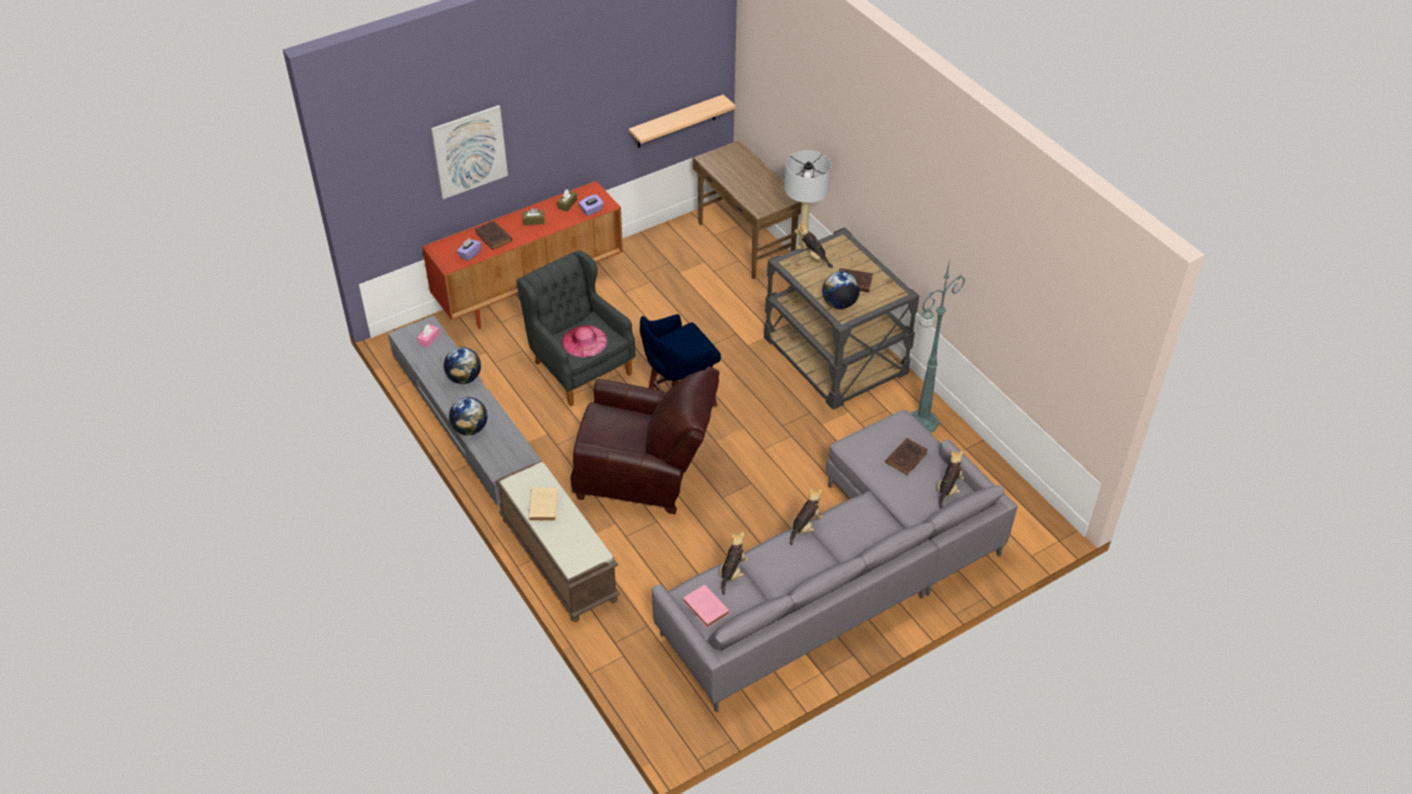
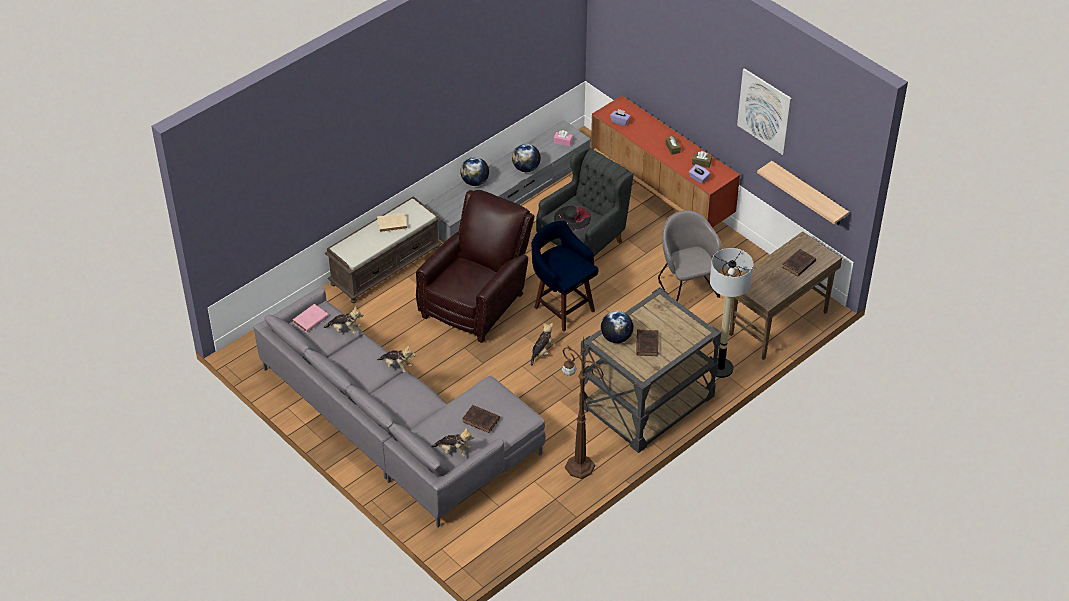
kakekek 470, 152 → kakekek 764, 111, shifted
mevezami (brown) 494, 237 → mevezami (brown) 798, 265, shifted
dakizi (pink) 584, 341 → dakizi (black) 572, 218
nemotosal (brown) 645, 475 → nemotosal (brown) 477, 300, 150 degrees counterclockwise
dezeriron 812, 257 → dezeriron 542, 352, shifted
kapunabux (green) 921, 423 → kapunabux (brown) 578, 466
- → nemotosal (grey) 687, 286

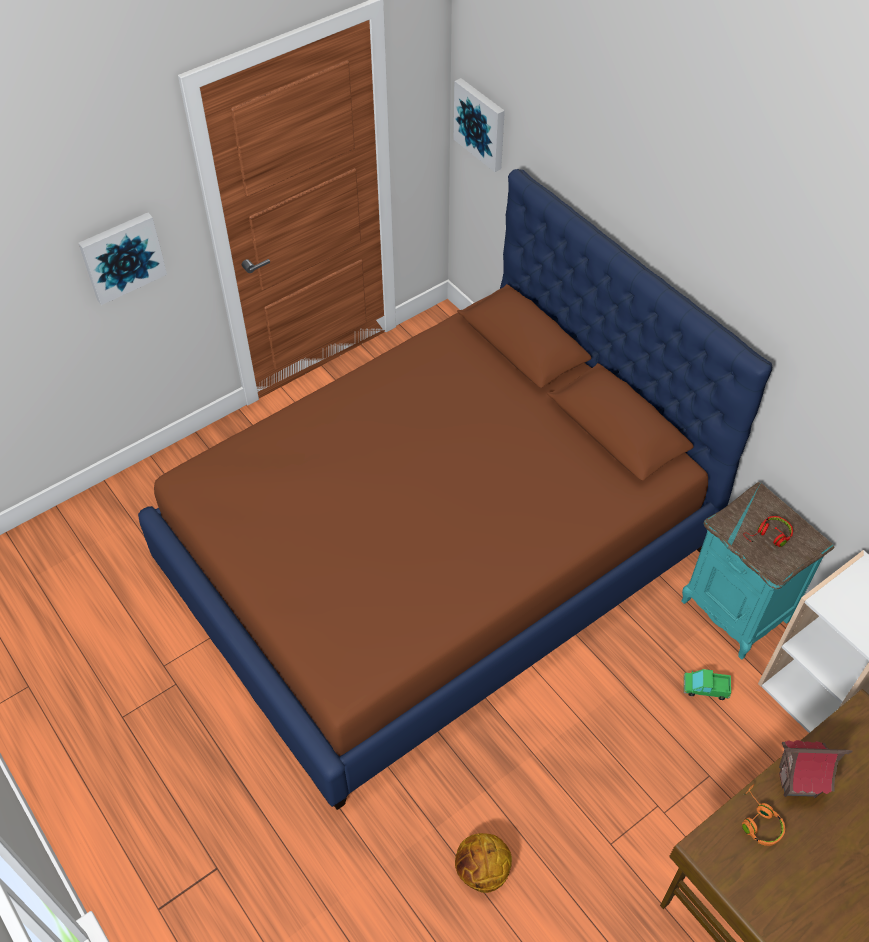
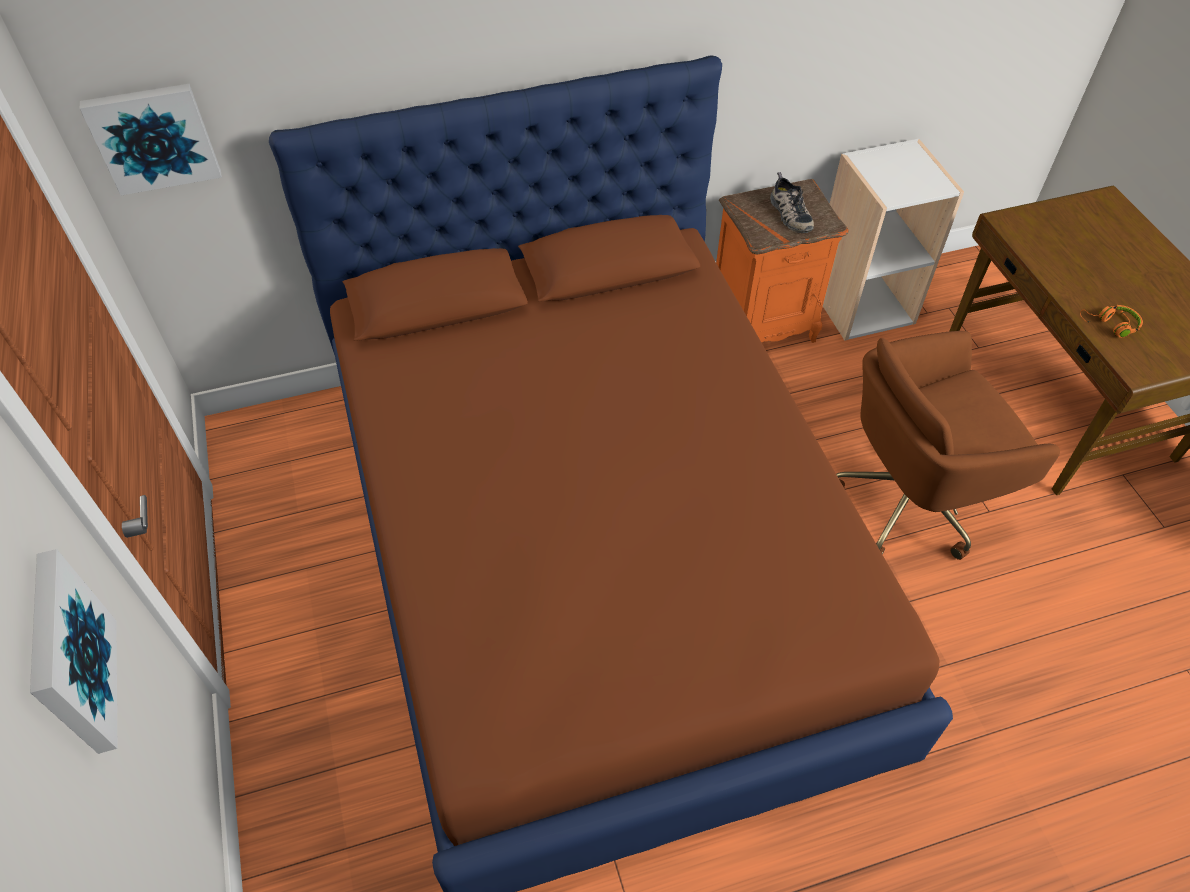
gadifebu 482, 871 → -
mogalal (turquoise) 734, 612 → mogalal (orange) 763, 327
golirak 705, 688 → -
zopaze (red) 769, 536 → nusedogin 789, 213
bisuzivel 797, 782 → -
- → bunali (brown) 910, 505

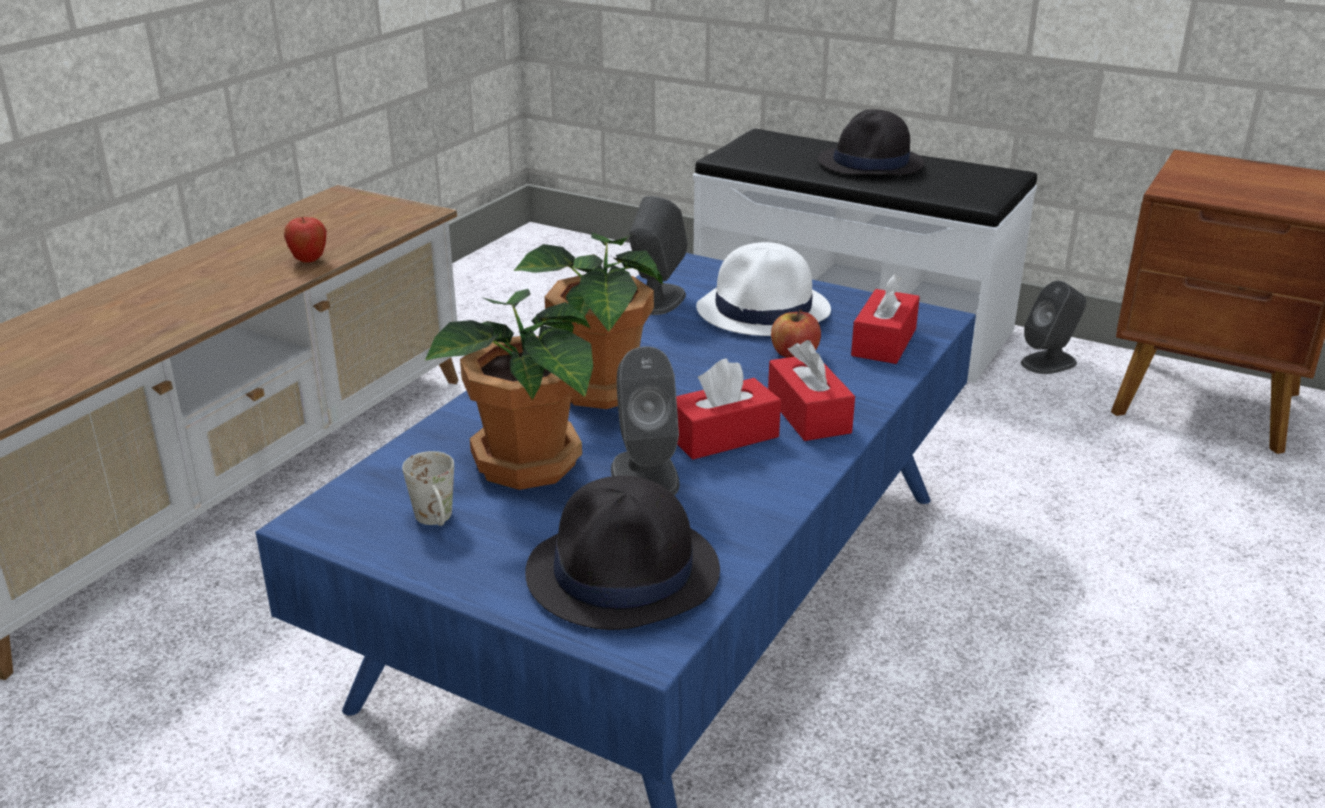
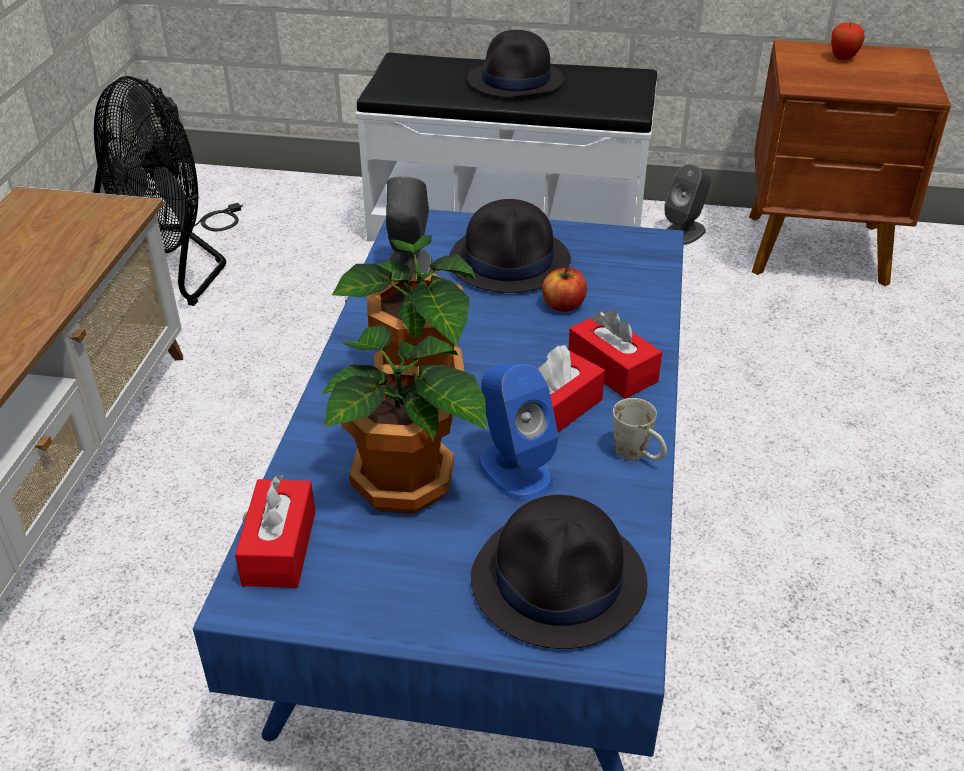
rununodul 309, 260 → rununodul 843, 58, shifted
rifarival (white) 437, 521 → rifarival (white) 638, 455, shifted
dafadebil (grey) 644, 475 → dafadebil (blue) 514, 469
dakizi (white) 764, 310 → dakizi (black) 510, 261
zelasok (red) 884, 342 → zelasok (red) 279, 547, shifted
- → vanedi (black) 178, 253

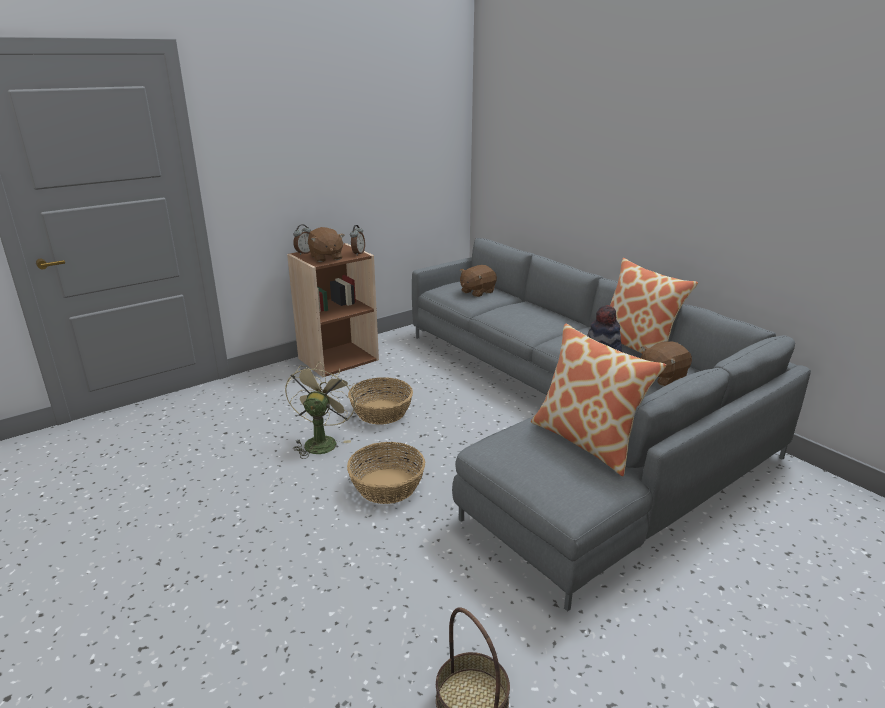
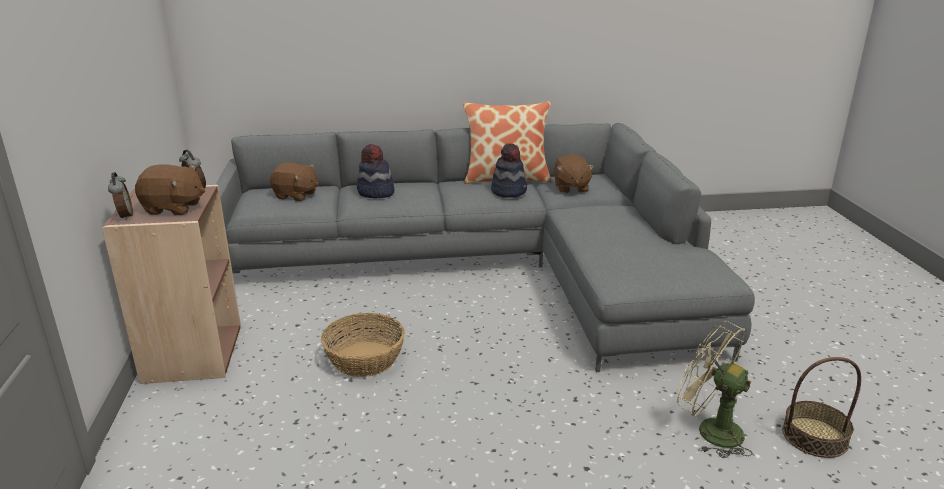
vanedi (beige) 321, 441 → vanedi (beige) 710, 430, shifted
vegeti 387, 485 → -
dezeriron (brown) 477, 292 → dezeriron (brown) 296, 195, 60 degrees counterclockwise
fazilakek 587, 441 → -
- → dakizi 375, 193

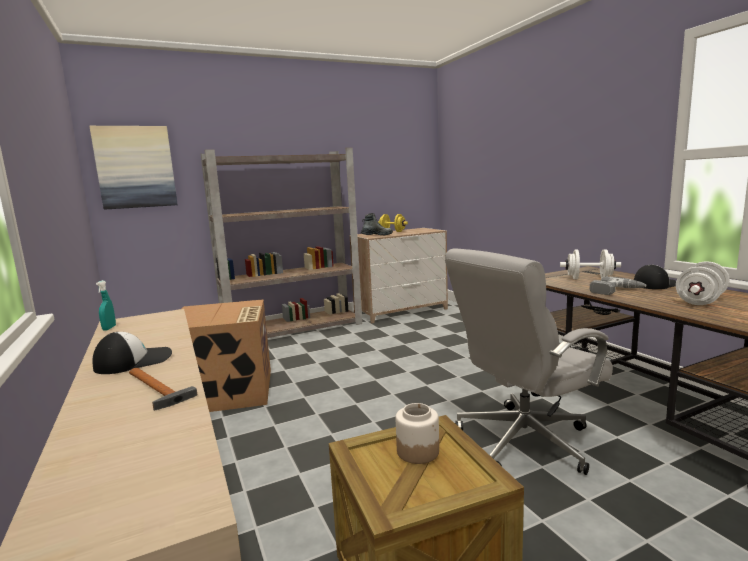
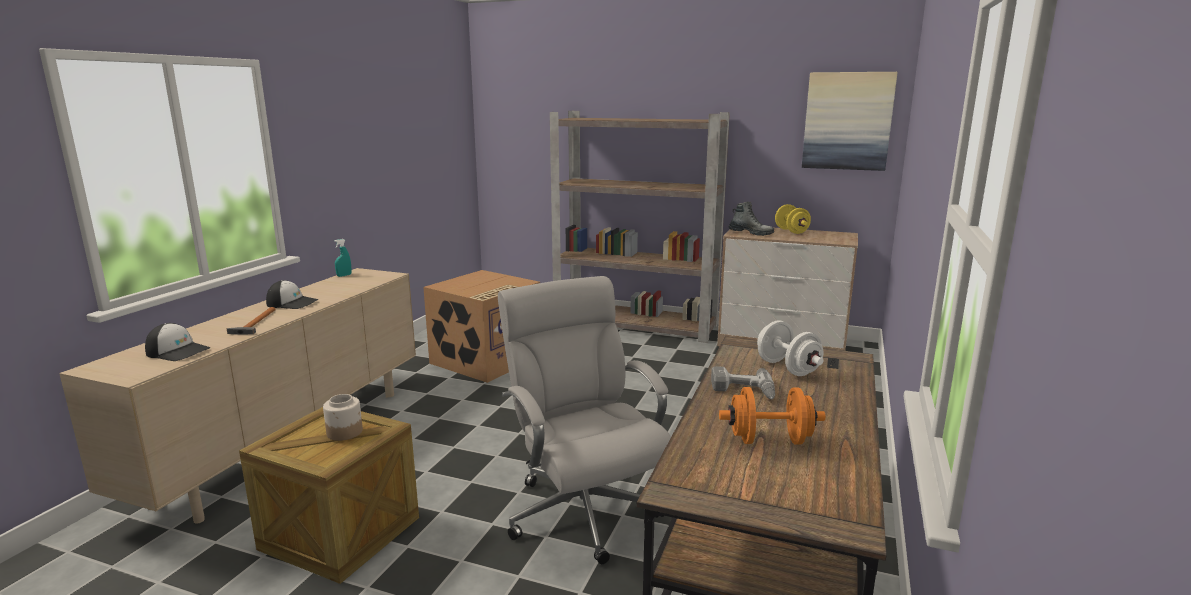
kakekek 135, 167 → kakekek 847, 121, shifted
bunali (grey) 524, 440 → bunali (grey) 583, 513, 45 degrees clockwise
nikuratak 655, 284 → nikuratak 178, 351, shifted
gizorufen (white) 700, 301 → gizorufen (orange) 769, 440

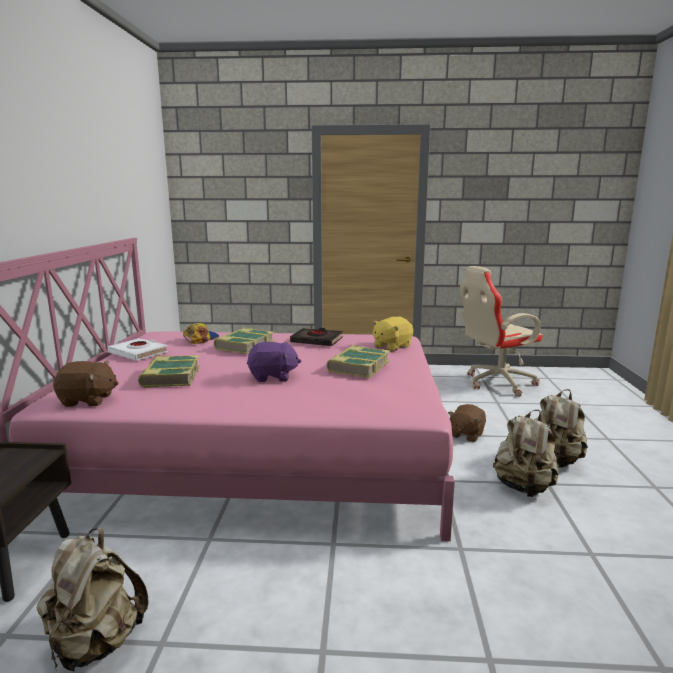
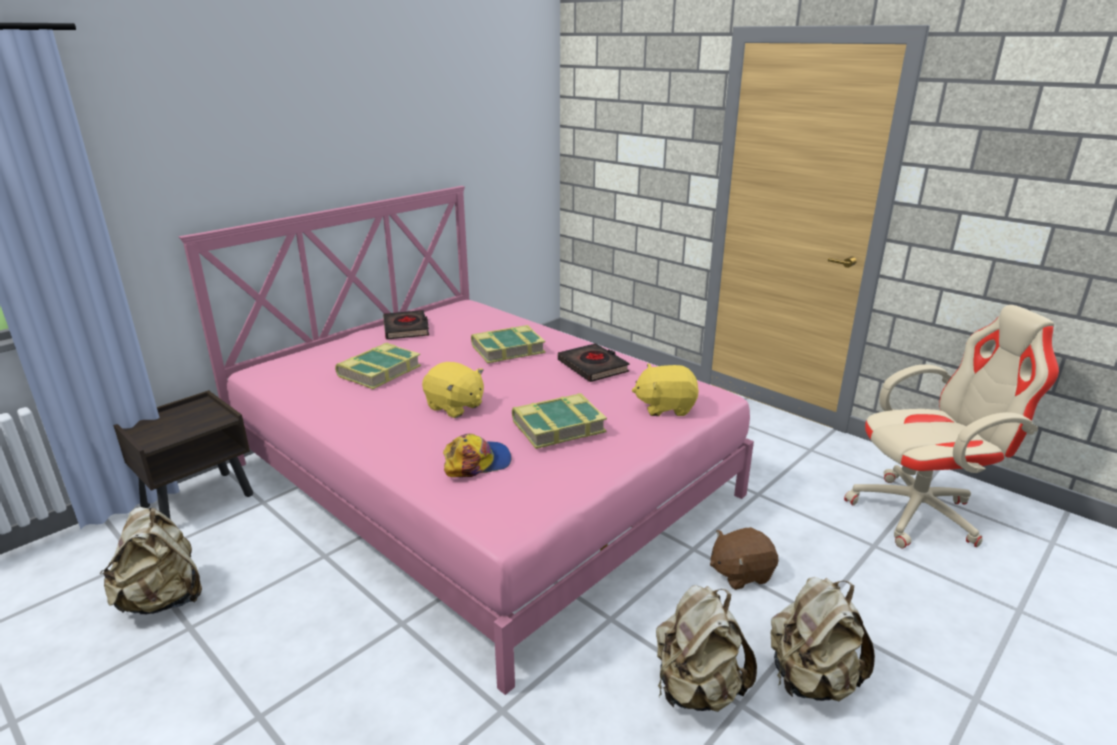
dezeriron (brown) 88, 400 → -
mevezami (white) 138, 353 → mevezami (black) 406, 329
nikuratak 200, 339 → nikuratak 477, 462, shifted
dezeriron (purple) 273, 377 → dezeriron (yellow) 455, 406
bunali (beige) 495, 384 → bunali (beige) 923, 513, 150 degrees clockwise

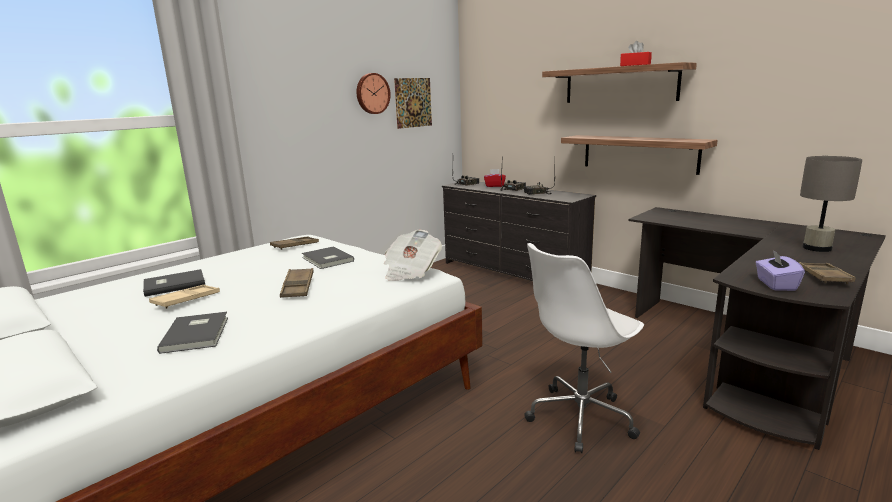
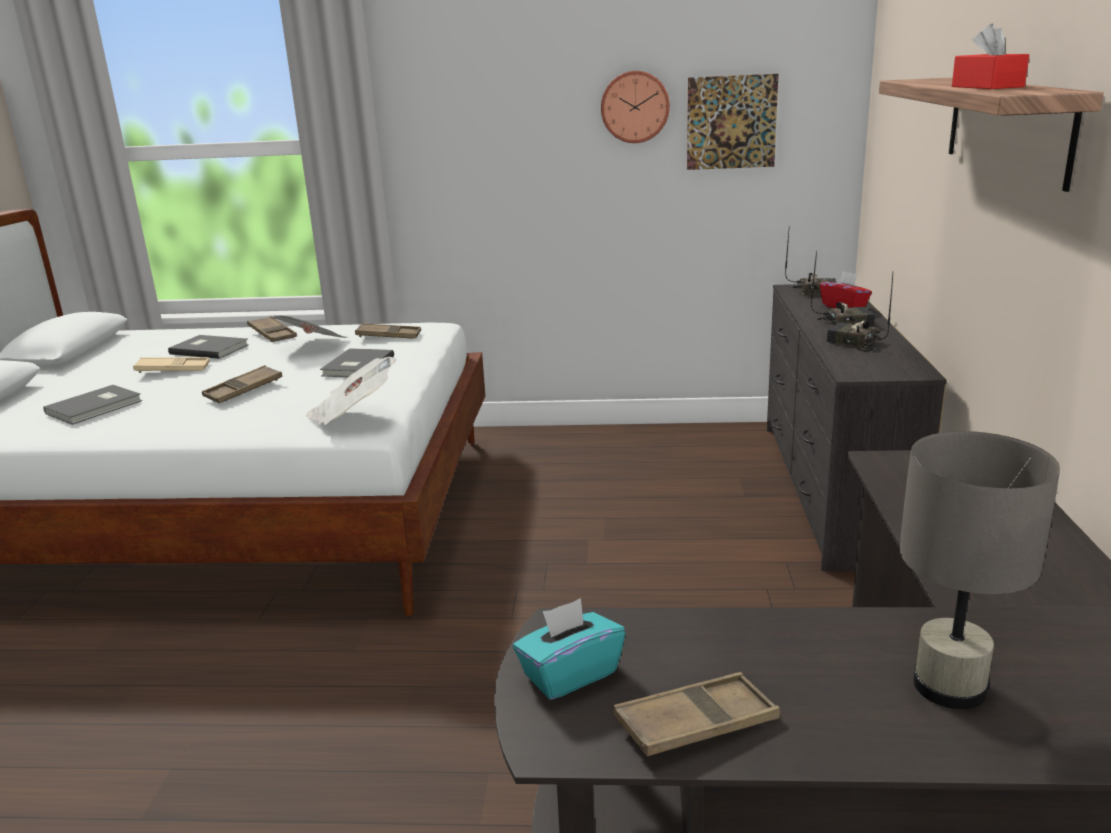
bunali (white) 578, 420 → -
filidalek 639, 153 → -
zelasok (purple) 775, 284 → zelasok (turquoise) 569, 674
- → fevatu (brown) 272, 334
- → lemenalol 314, 345

